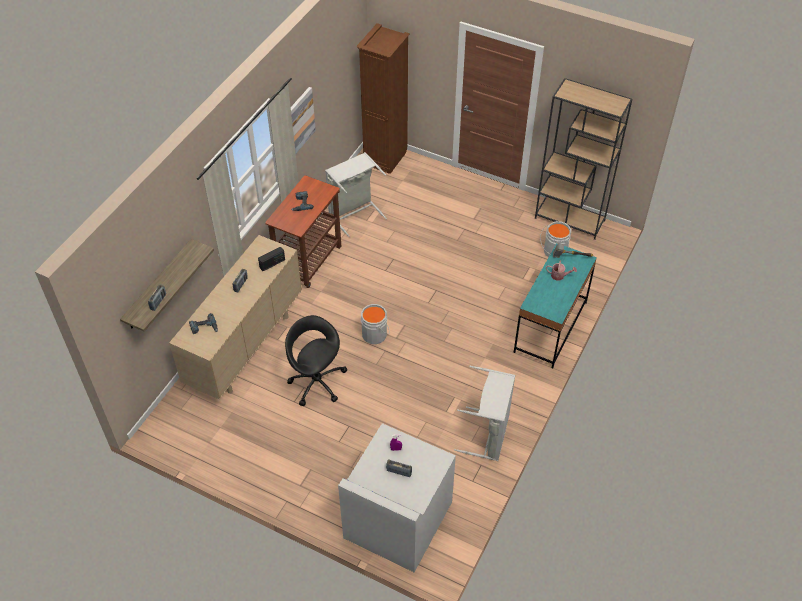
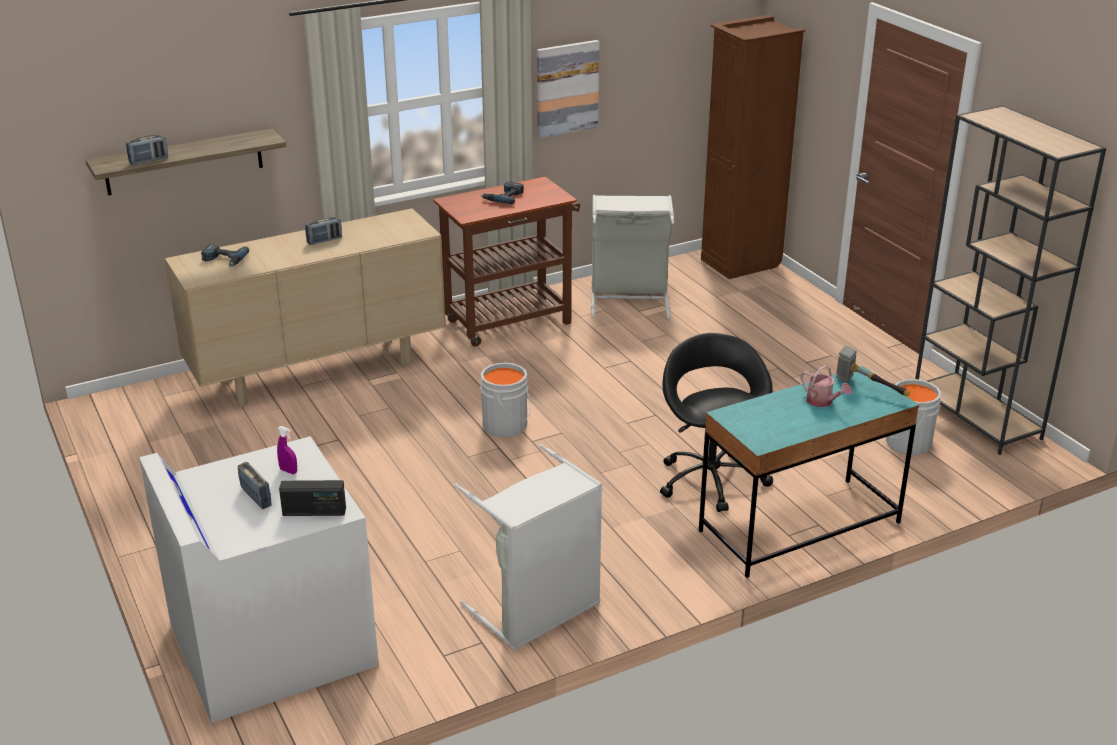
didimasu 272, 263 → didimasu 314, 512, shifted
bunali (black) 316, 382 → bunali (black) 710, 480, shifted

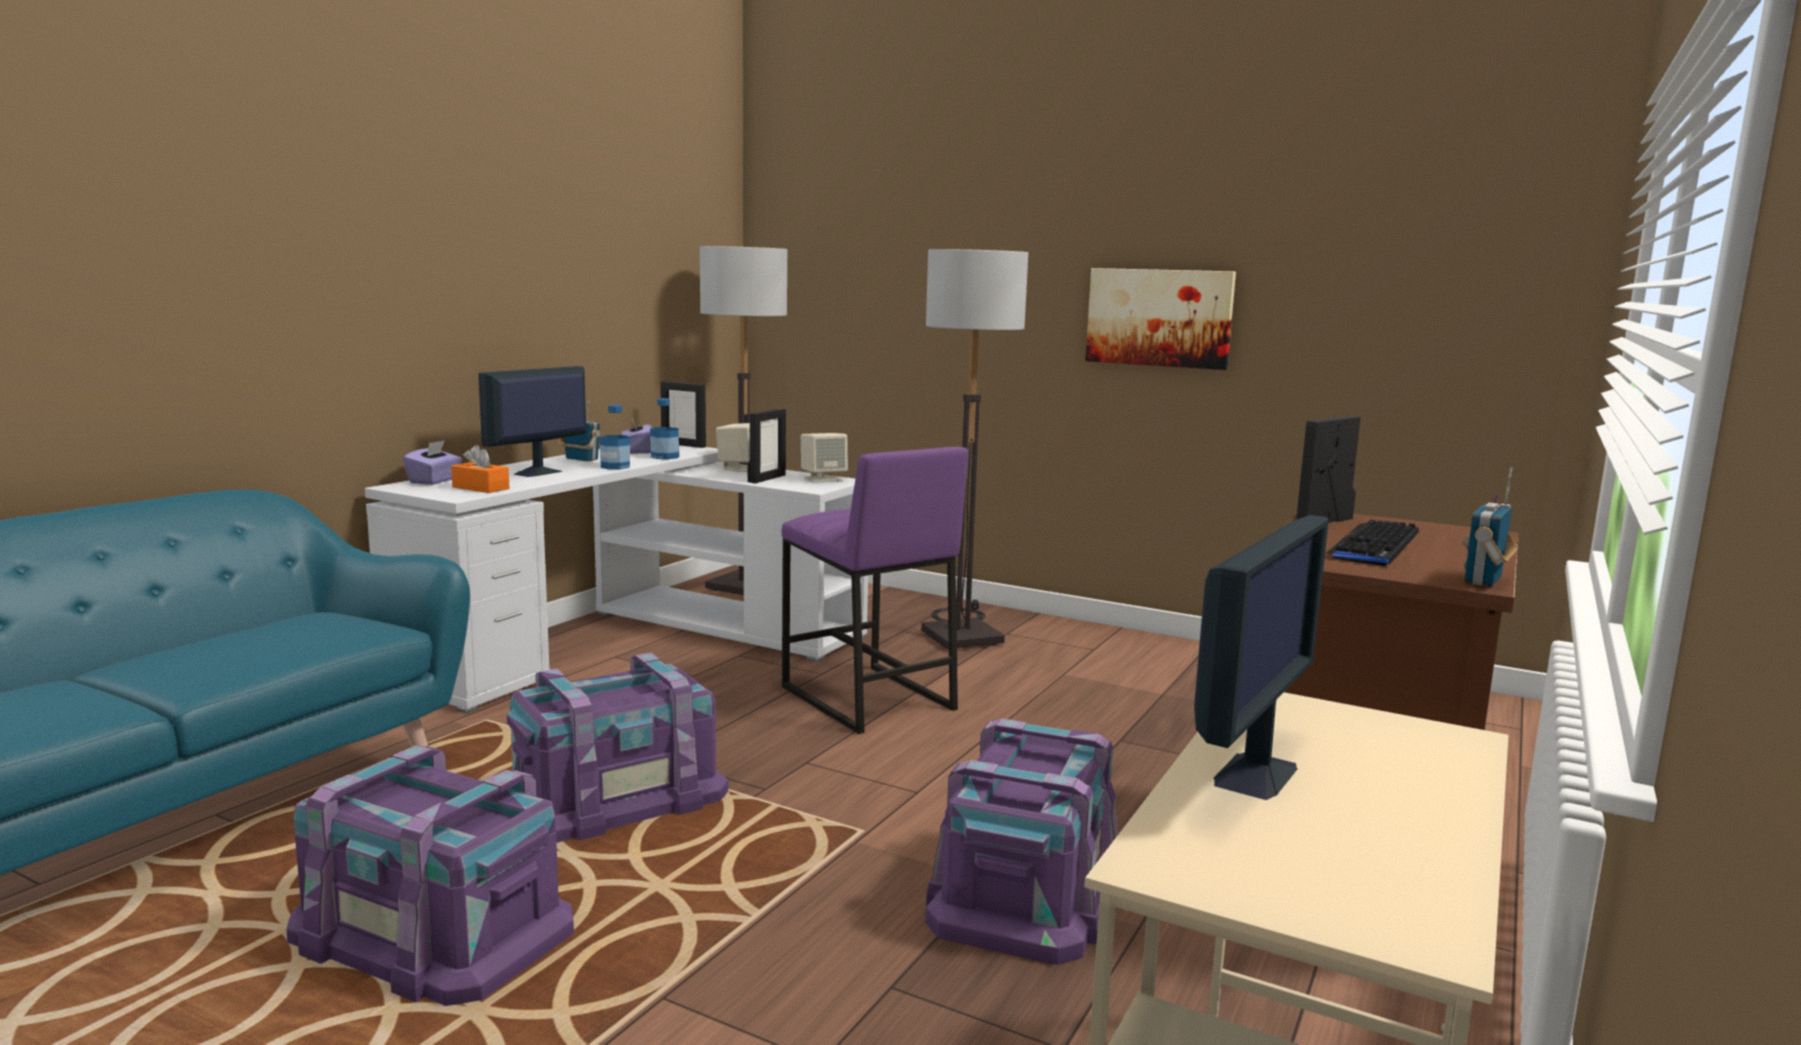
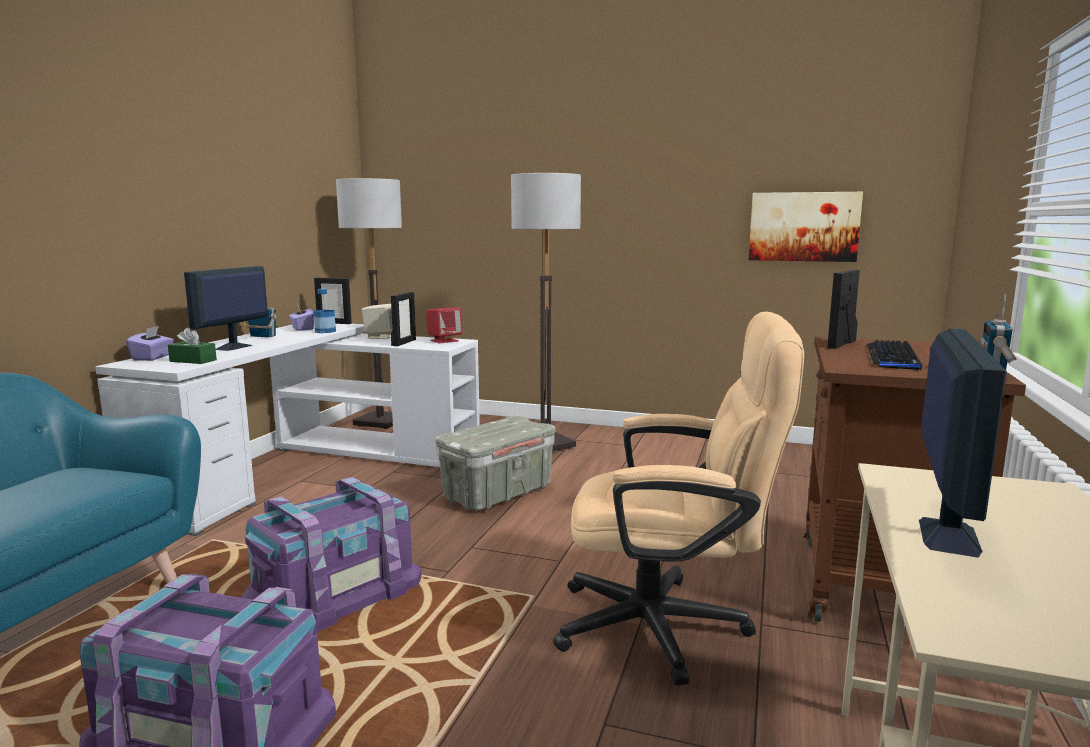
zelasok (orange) 481, 488 → zelasok (green) 193, 360
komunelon 615, 466 → -
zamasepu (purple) 867, 698 → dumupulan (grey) 497, 494
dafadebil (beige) 823, 479 → dafadebil (red) 444, 341
dumupulan (purple) 1027, 889 → bunali (beige) 670, 627
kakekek 1159, 317 → kakekek 803, 226, shifted

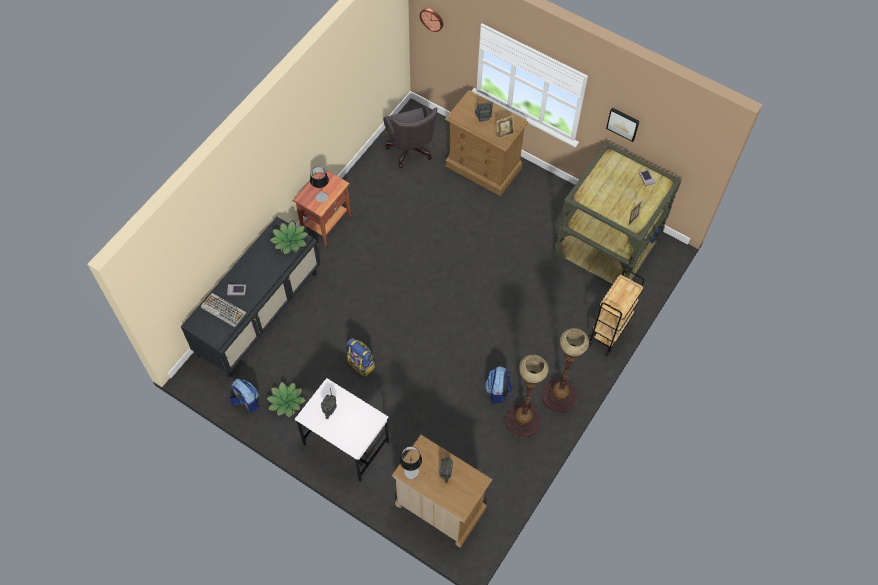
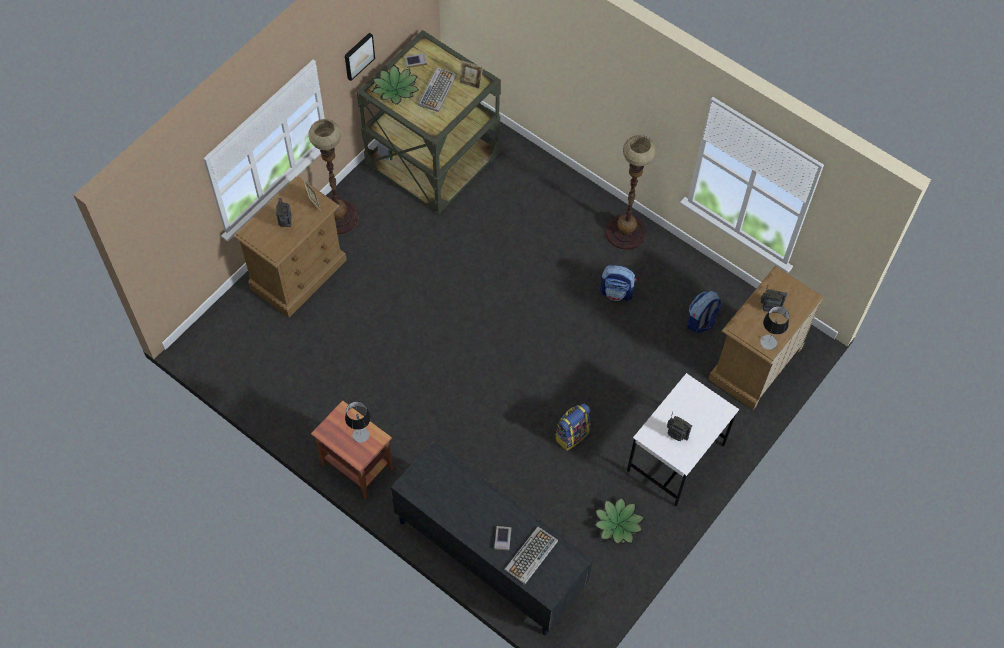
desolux 246, 402 → desolux 701, 321, shifted
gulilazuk 290, 241 → gulilazuk 395, 89, shifted
bunali (grey) 410, 152 → -
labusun 432, 19 → -
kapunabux 522, 420 → kapunabux 338, 217, shifted
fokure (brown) 609, 335 → -
- → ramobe 437, 89

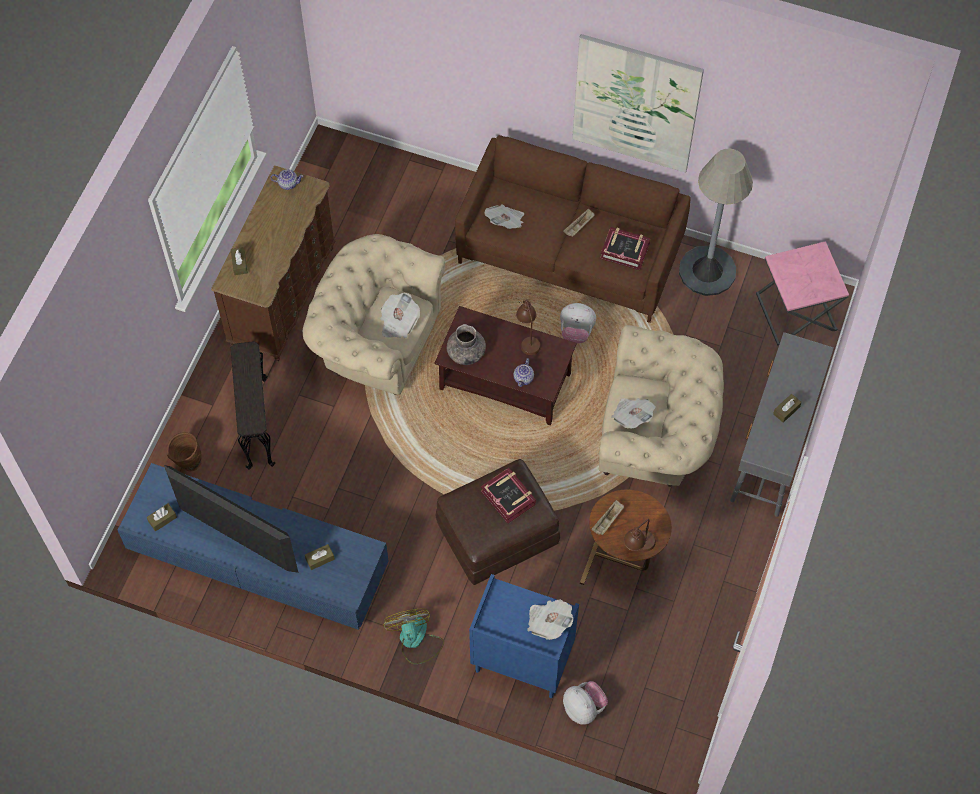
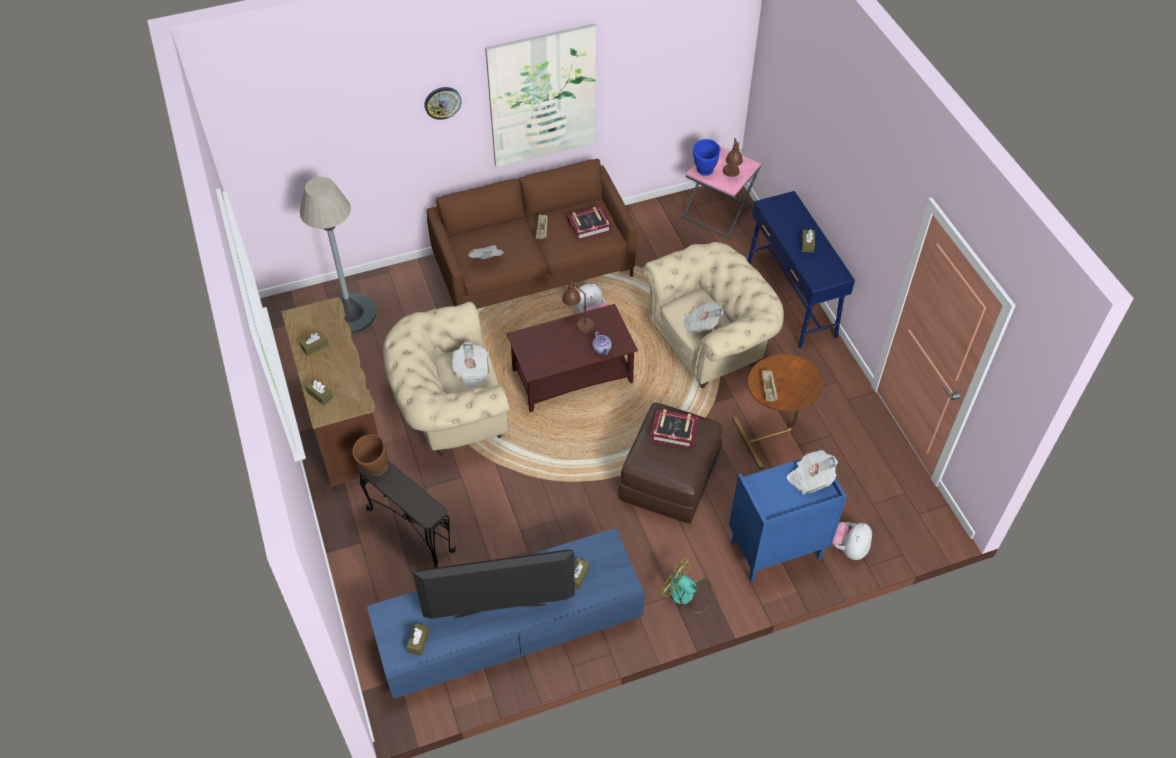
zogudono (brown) 187, 463 → zogudono (brown) 374, 470, shifted
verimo 288, 183 → -
zogudono (grey) 466, 352 → -
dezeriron 584, 708 → dezeriron 849, 549, 75 degrees counterclockwise
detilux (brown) 638, 548 → detilux (brown) 731, 176, shifted
kapunabux (grey) 707, 271 → kapunabux (grey) 350, 313, shifted
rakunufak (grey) 772, 448 → rakunufak (blue) 790, 299
- → zelasok (brown) 314, 346
- → labusun 442, 102
- → zogudono (blue) 704, 173

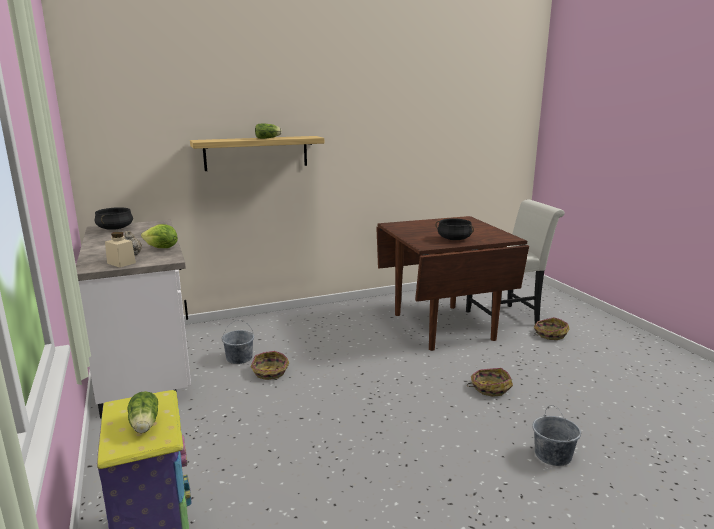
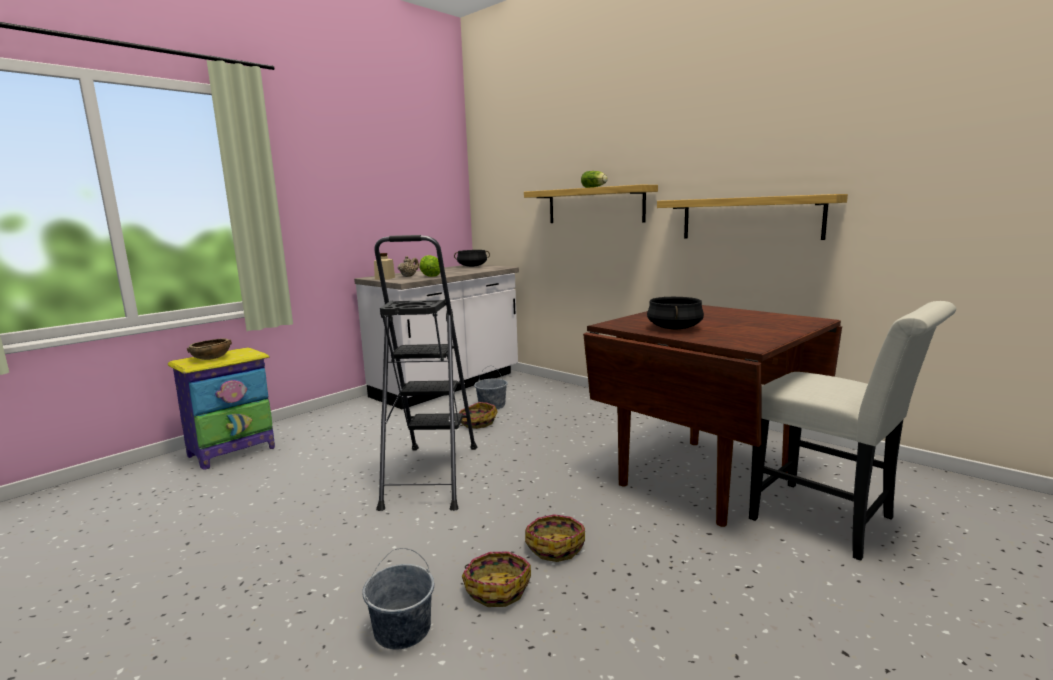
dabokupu 144, 425 → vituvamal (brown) 211, 358
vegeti 549, 334 → vegeti 497, 588, shifted
- → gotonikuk 431, 476
- → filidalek 750, 218

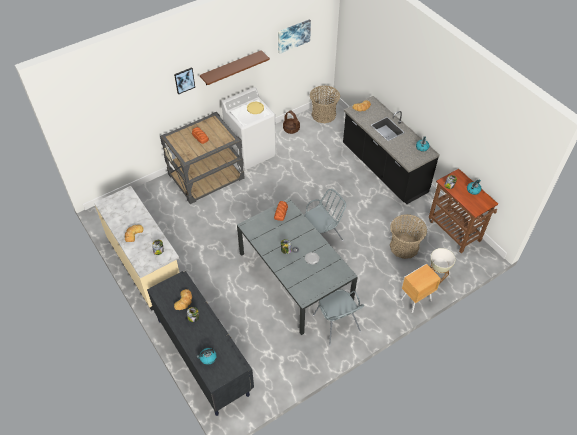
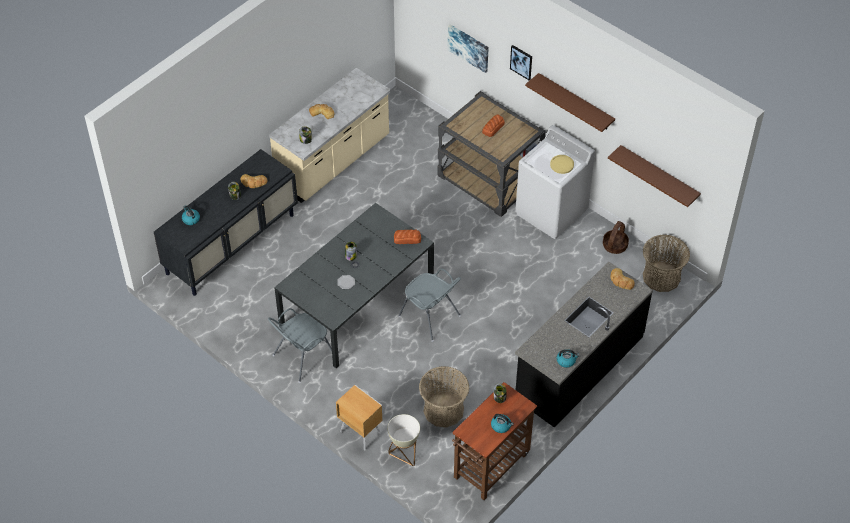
kakekek 293, 35 → kakekek 469, 47, shifted
- → filidalek (brown) 659, 175

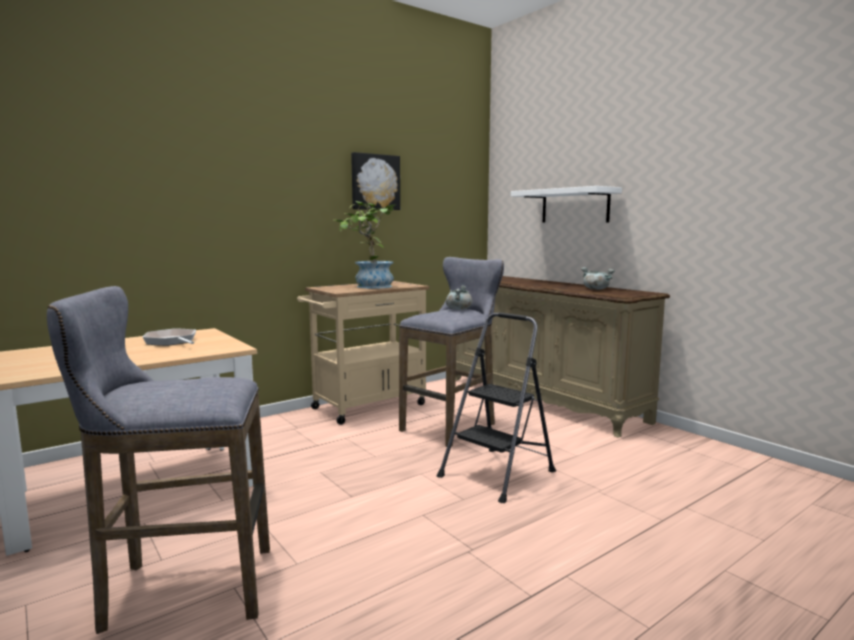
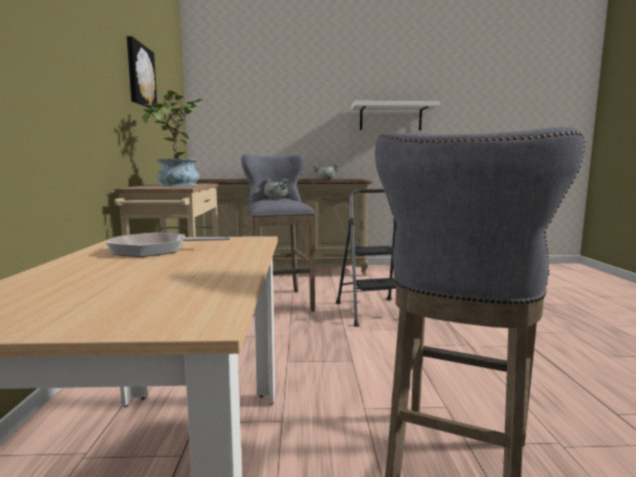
filidalek (white) 575, 206 → filidalek (white) 390, 117, shifted

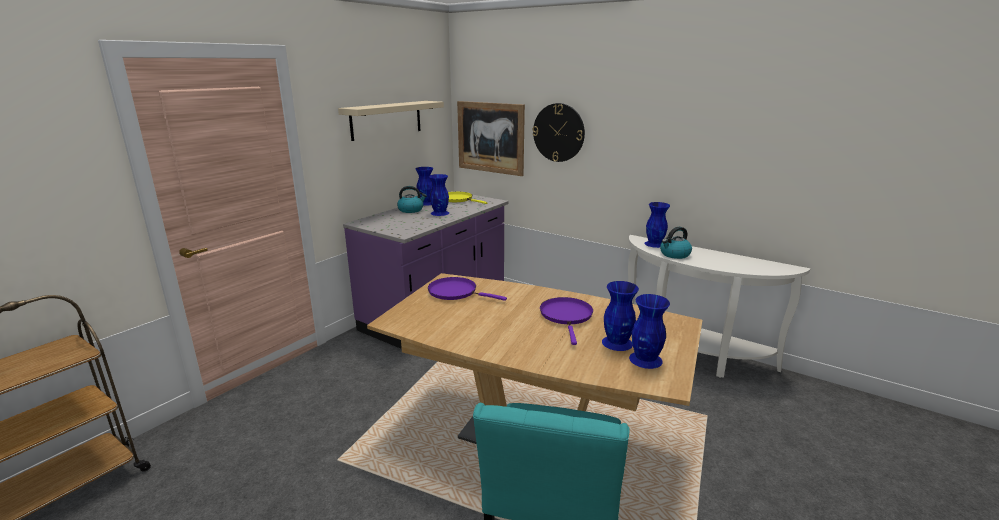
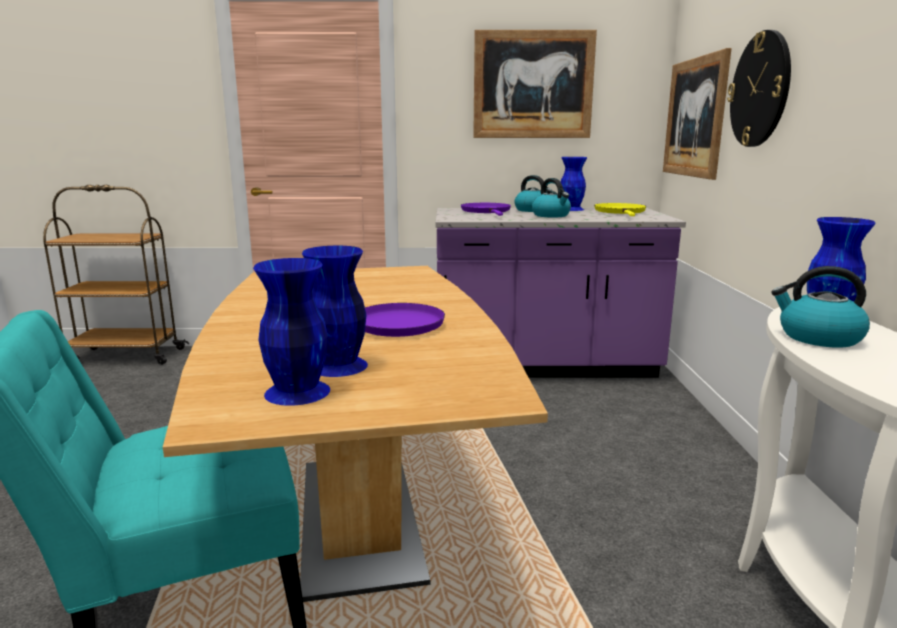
filidalek (beige) 386, 120 → kakekek 533, 85
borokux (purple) 455, 292 → borokux (purple) 486, 211, shifted
zogudono (blue) 440, 213 → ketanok 551, 215

